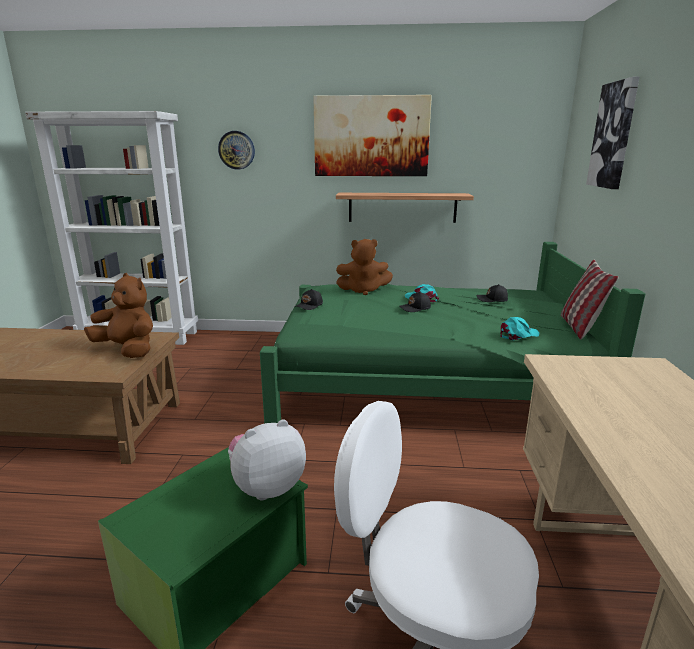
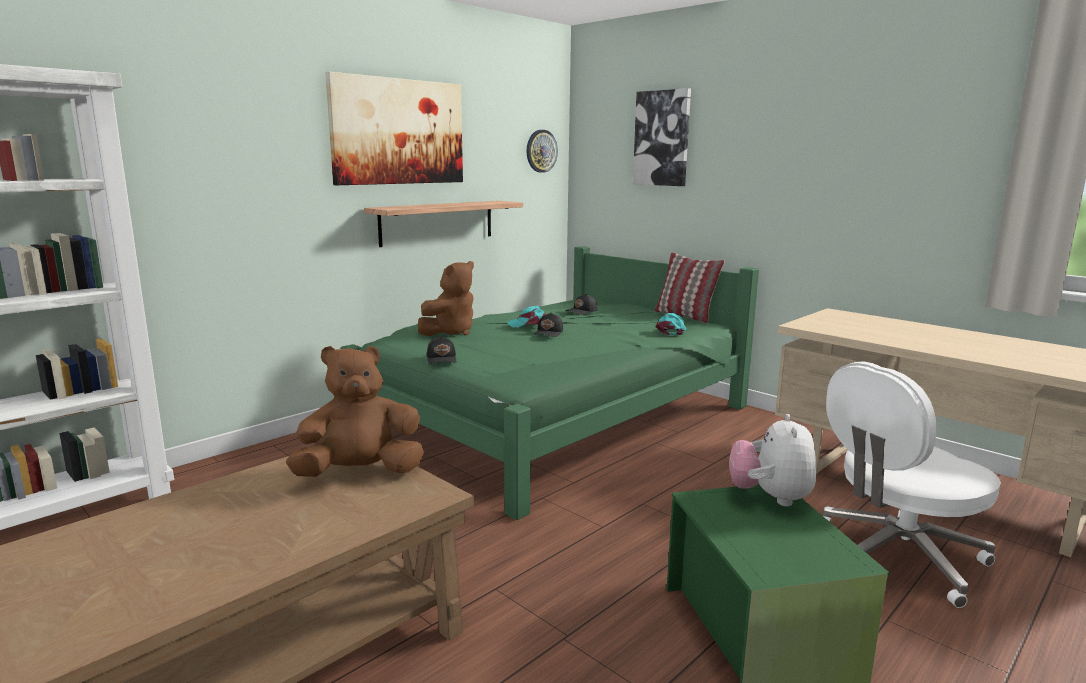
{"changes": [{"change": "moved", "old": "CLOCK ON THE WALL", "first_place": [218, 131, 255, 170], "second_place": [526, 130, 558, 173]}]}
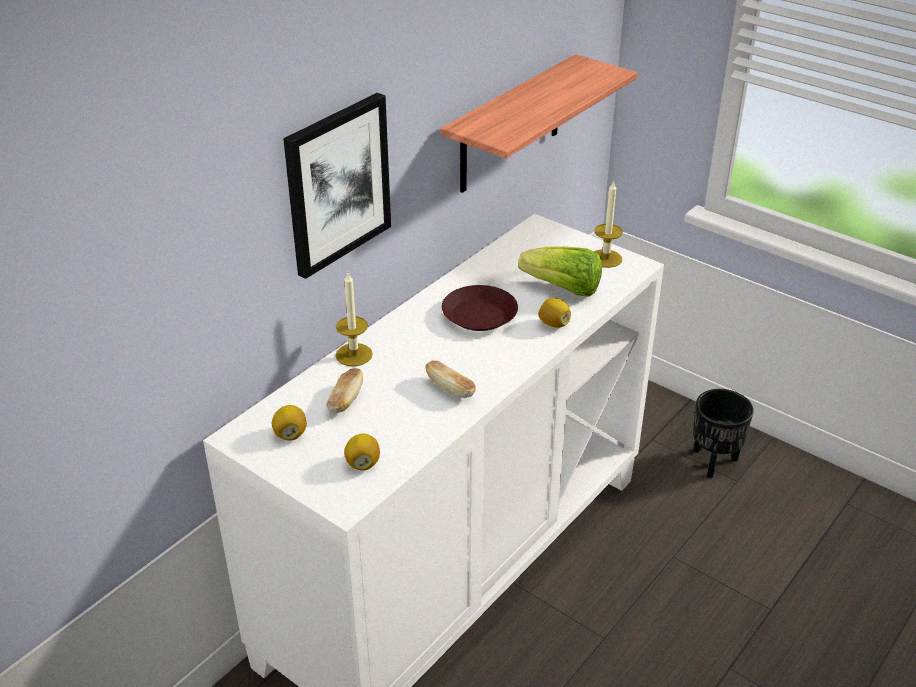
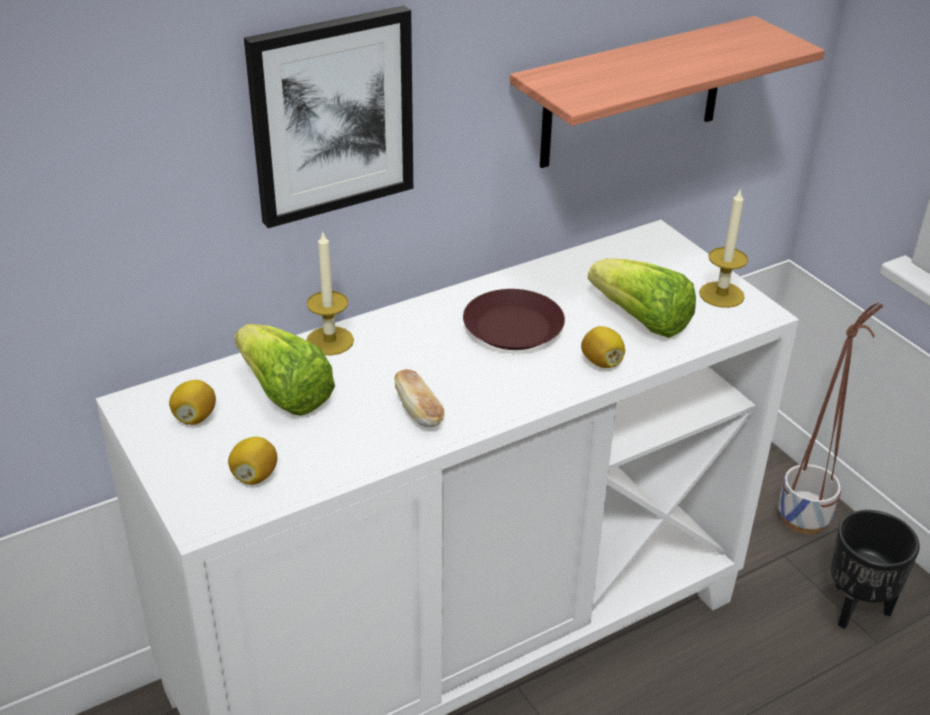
{"changes": [{"change": "added", "new": "PLANT POT", "second_place": [778, 302, 884, 534]}, {"change": "replaced", "old": "BAKED BREAD", "new": "LETTUCE", "first_place": [326, 368, 363, 413], "second_place": [234, 324, 335, 416]}]}
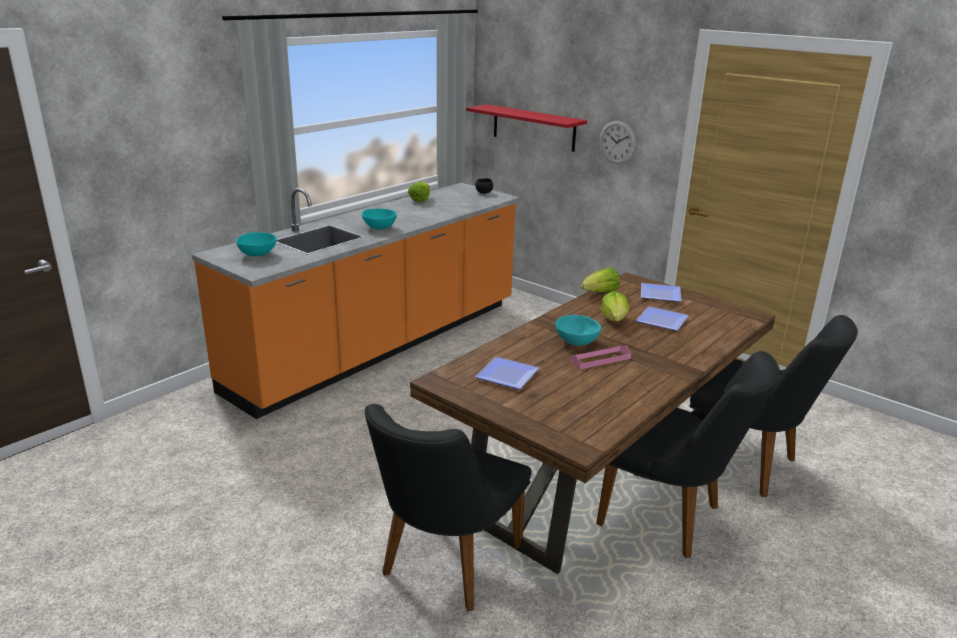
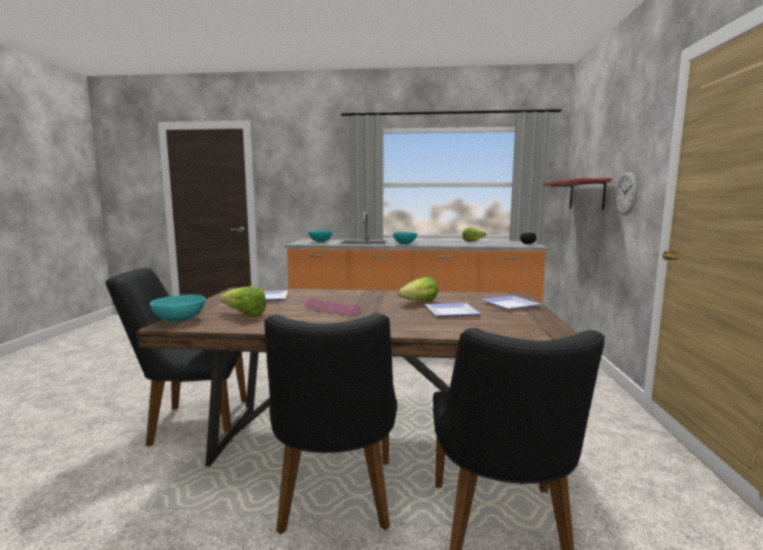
{"changes": [{"change": "moved", "old": "BLUE-GREEN DEEP DISH", "first_place": [555, 315, 601, 346], "second_place": [150, 295, 205, 322]}, {"change": "moved", "old": "LETTUCE", "first_place": [581, 268, 620, 293], "second_place": [219, 286, 266, 317]}]}
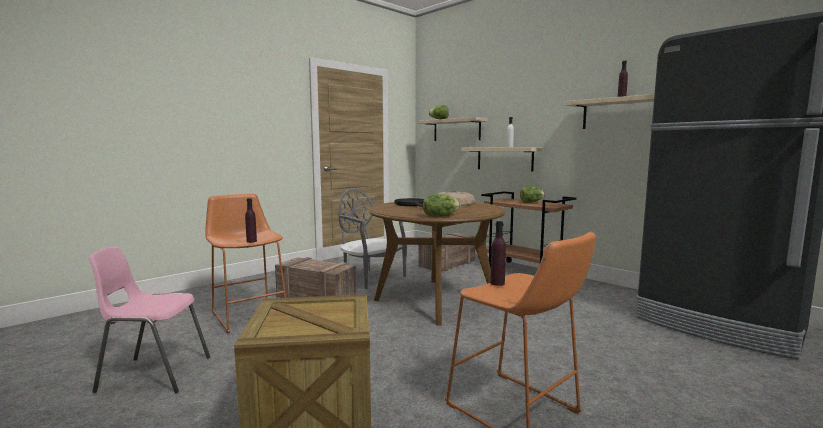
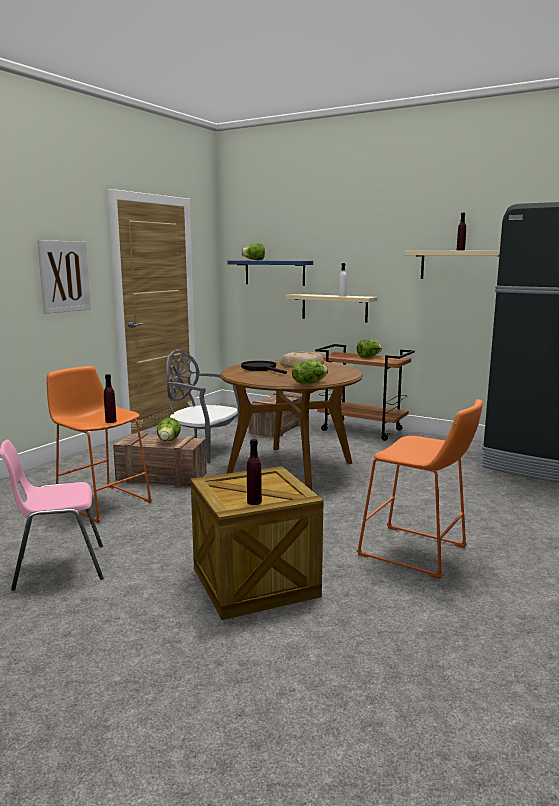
{"changes": [{"change": "added", "new": "WALL ART", "second_place": [37, 240, 91, 314]}, {"change": "added", "new": "LETTUCE", "second_place": [157, 418, 181, 442]}, {"change": "moved", "old": "PURPLE BOTTLE", "first_place": [490, 221, 506, 286], "second_place": [247, 439, 262, 505]}, {"change": "recoloured", "old": "BEIGE-COLOURED WALL SHELF", "new": "BLUE WALL SHELF", "first_place": [418, 117, 488, 141], "second_place": [227, 260, 313, 286]}]}
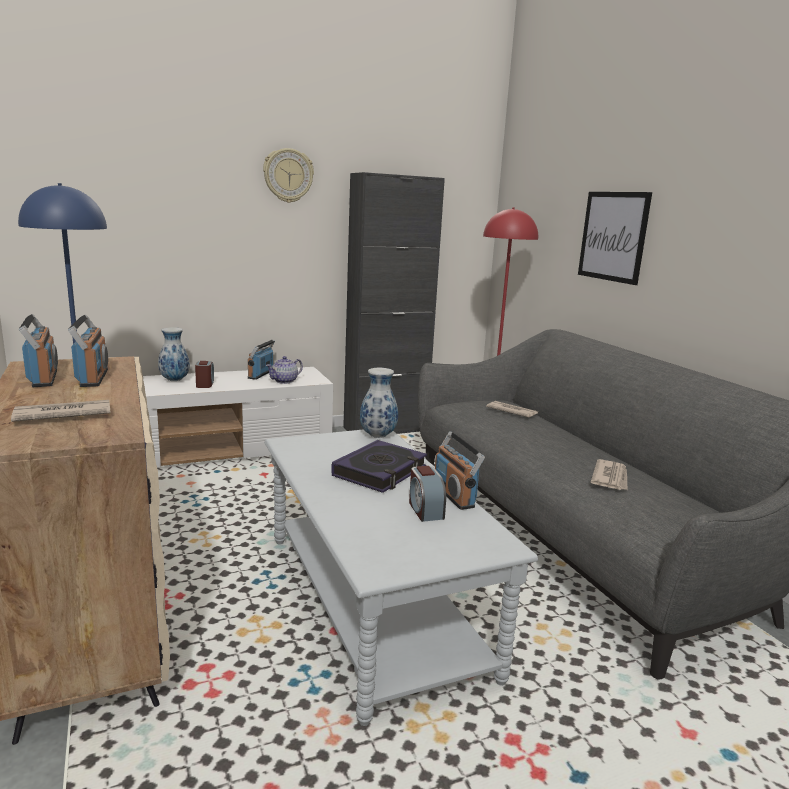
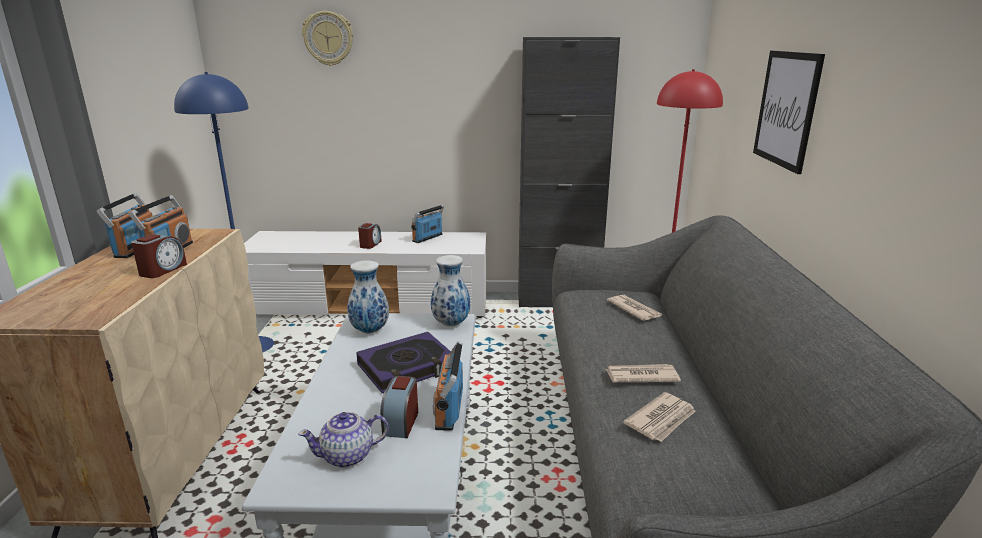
{"changes": [{"change": "added", "new": "TABLE CLOCK", "second_place": [131, 234, 187, 278]}, {"change": "moved", "old": "NEWSPAPER", "first_place": [11, 400, 111, 422], "second_place": [606, 364, 681, 383]}, {"change": "moved", "old": "VASE", "first_place": [158, 327, 190, 381], "second_place": [347, 260, 389, 333]}, {"change": "moved", "old": "CLOCK ON THE WALL", "first_place": [263, 148, 314, 203], "second_place": [302, 11, 353, 66]}, {"change": "moved", "old": "POT FOR TEA", "first_place": [266, 356, 303, 384], "second_place": [298, 412, 389, 468]}]}
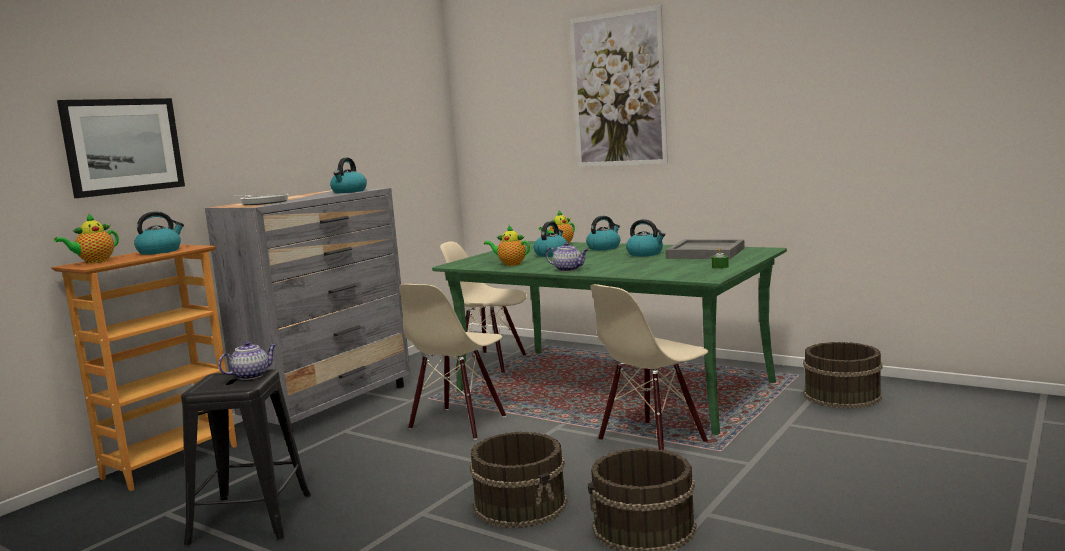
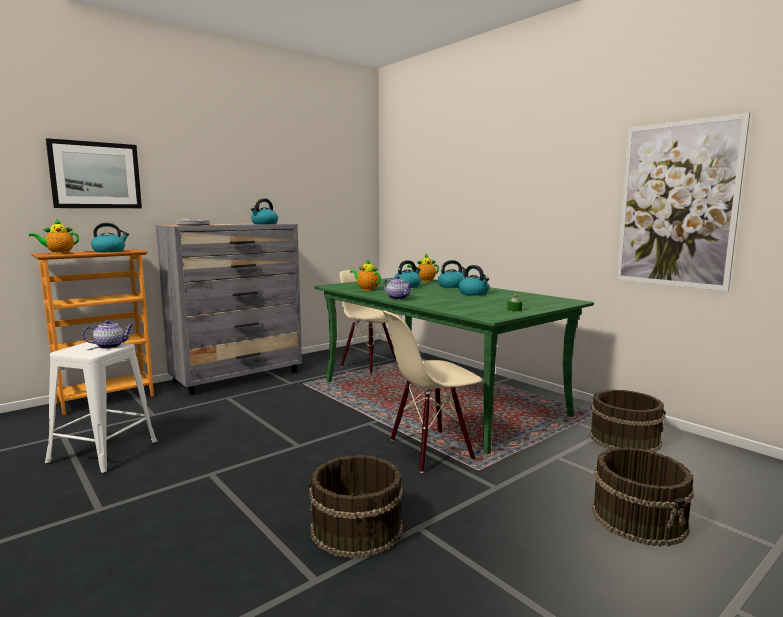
{"changes": [{"change": "removed", "old": "BEIGE-COLOURED CHAIR", "first_place": [399, 284, 506, 440]}, {"change": "removed", "old": "GREYISH TRAY", "first_place": [665, 240, 745, 259]}, {"change": "moved", "old": "BROWN BUCKET", "first_place": [470, 431, 568, 528], "second_place": [591, 447, 694, 547]}, {"change": "moved", "old": "WALL ART", "first_place": [569, 5, 668, 167], "second_place": [616, 112, 750, 291]}, {"change": "recoloured", "old": "BLACK-COLOURED STOOL", "new": "WHITE-COLOURED STOOL", "first_place": [181, 369, 311, 547], "second_place": [45, 342, 158, 474]}]}
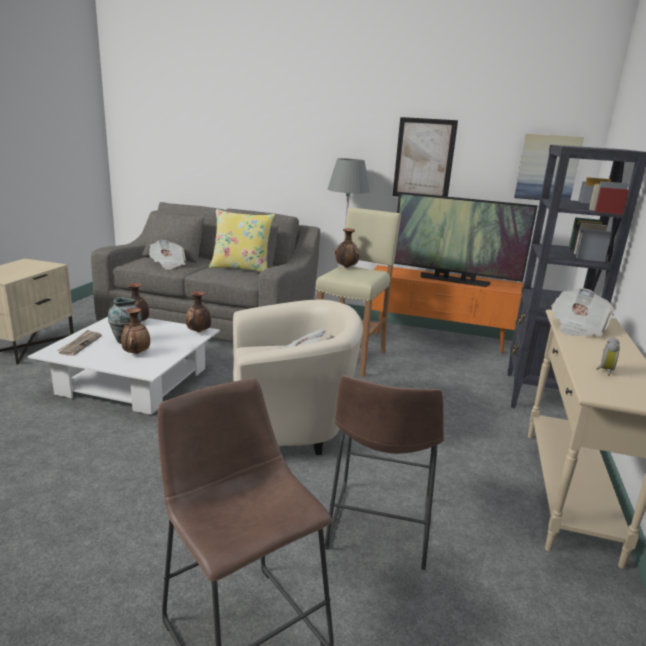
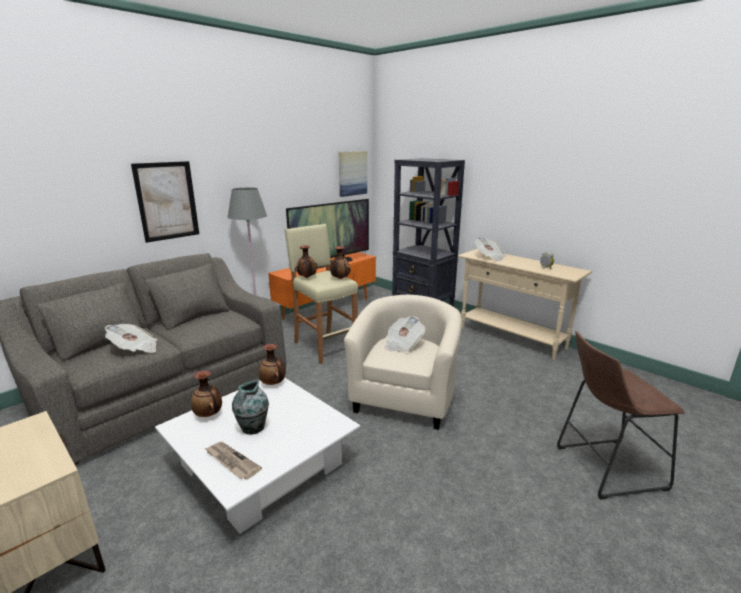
{"changes": [{"change": "removed", "old": "YELLOW CUSHION", "first_place": [209, 209, 275, 272]}, {"change": "removed", "old": "BROWN STOOL", "first_place": [325, 375, 444, 570]}, {"change": "moved", "old": "VASE", "first_place": [121, 308, 150, 354], "second_place": [330, 246, 351, 279]}, {"change": "moved", "old": "WALL ART", "first_place": [393, 117, 458, 197], "second_place": [131, 161, 199, 243]}]}
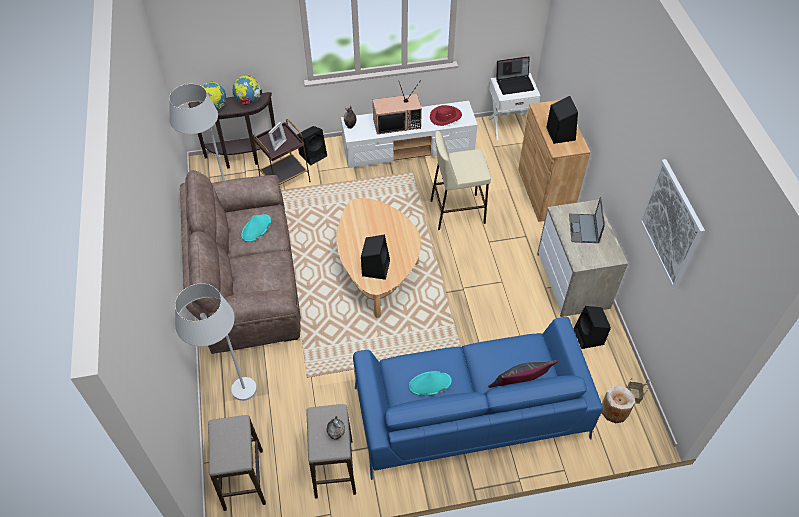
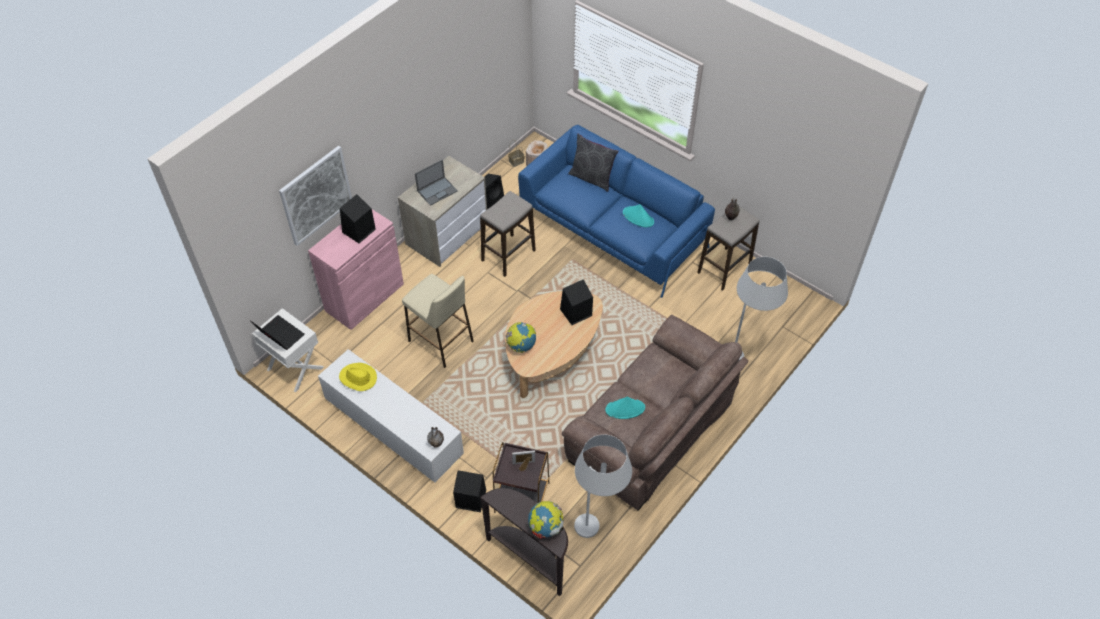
{"changes": [{"change": "removed", "old": "TELEVISION", "first_place": [373, 80, 422, 134]}, {"change": "moved", "old": "STOOL", "first_place": [208, 415, 266, 511], "second_place": [480, 191, 536, 277]}, {"change": "moved", "old": "DESK GLOBE", "first_place": [232, 75, 262, 105], "second_place": [505, 322, 536, 353]}, {"change": "moved", "old": "WALL ART", "first_place": [640, 159, 705, 289], "second_place": [279, 146, 352, 246]}, {"change": "recoloured", "old": "RED CLOTHING HAT", "new": "YELLOW CLOTHING HAT", "first_place": [430, 105, 462, 126], "second_place": [339, 363, 377, 391]}, {"change": "recoloured", "old": "BROWN STORAGE CABINET", "new": "PINK STORAGE CABINET", "first_place": [518, 100, 591, 222], "second_place": [308, 209, 404, 330]}]}
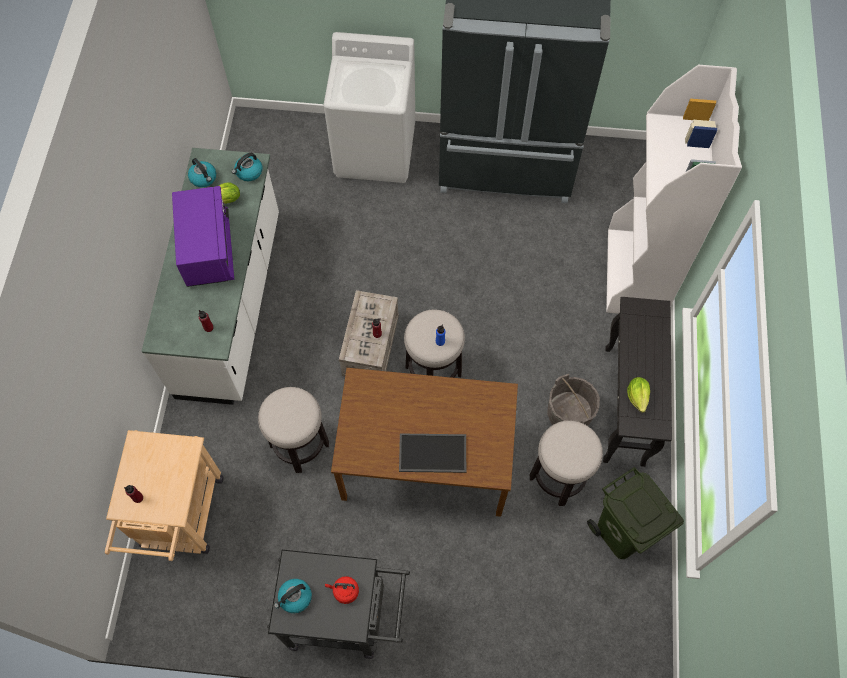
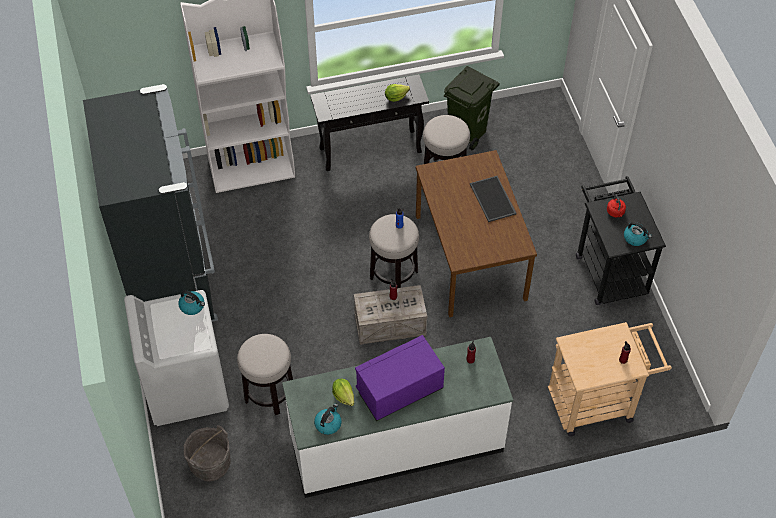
{"changes": [{"change": "moved", "old": "TEA KETTLE", "first_place": [232, 153, 262, 181], "second_place": [178, 290, 205, 315]}, {"change": "moved", "old": "STOOL", "first_place": [258, 387, 329, 473], "second_place": [237, 334, 293, 415]}, {"change": "moved", "old": "GREYISH BUCKET", "first_place": [547, 374, 600, 426], "second_place": [184, 425, 231, 482]}]}
